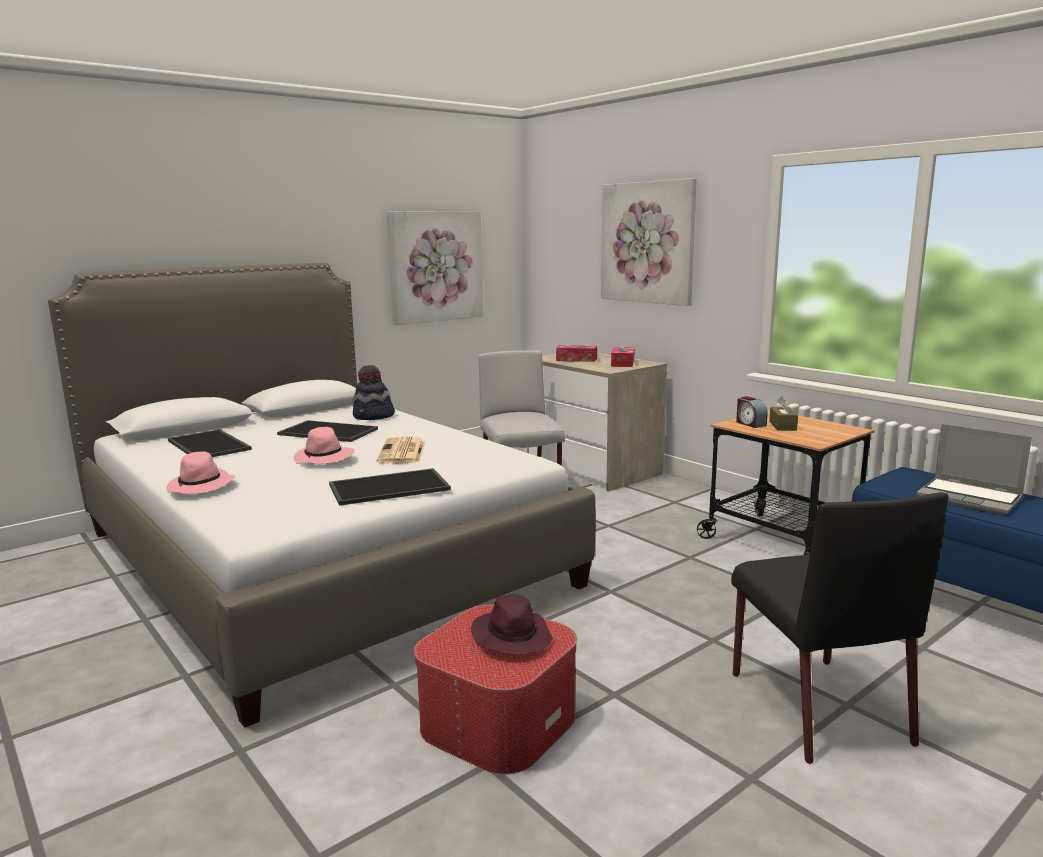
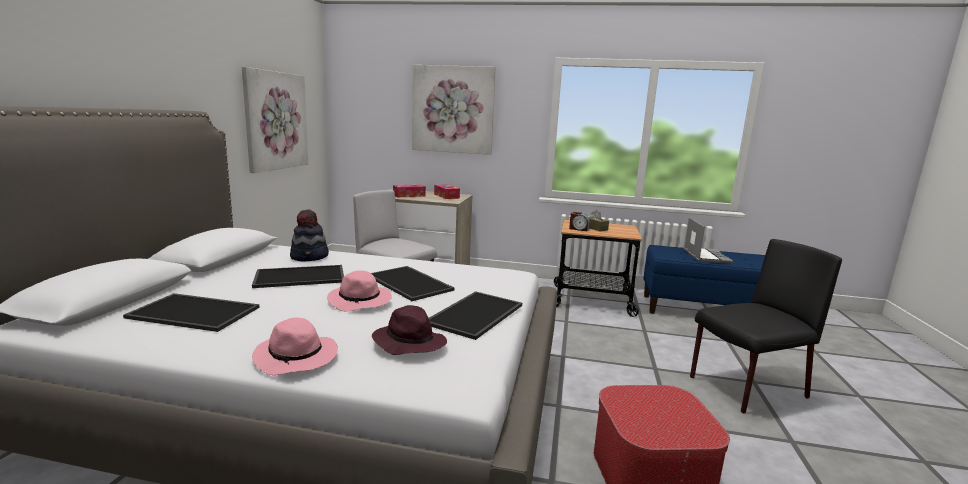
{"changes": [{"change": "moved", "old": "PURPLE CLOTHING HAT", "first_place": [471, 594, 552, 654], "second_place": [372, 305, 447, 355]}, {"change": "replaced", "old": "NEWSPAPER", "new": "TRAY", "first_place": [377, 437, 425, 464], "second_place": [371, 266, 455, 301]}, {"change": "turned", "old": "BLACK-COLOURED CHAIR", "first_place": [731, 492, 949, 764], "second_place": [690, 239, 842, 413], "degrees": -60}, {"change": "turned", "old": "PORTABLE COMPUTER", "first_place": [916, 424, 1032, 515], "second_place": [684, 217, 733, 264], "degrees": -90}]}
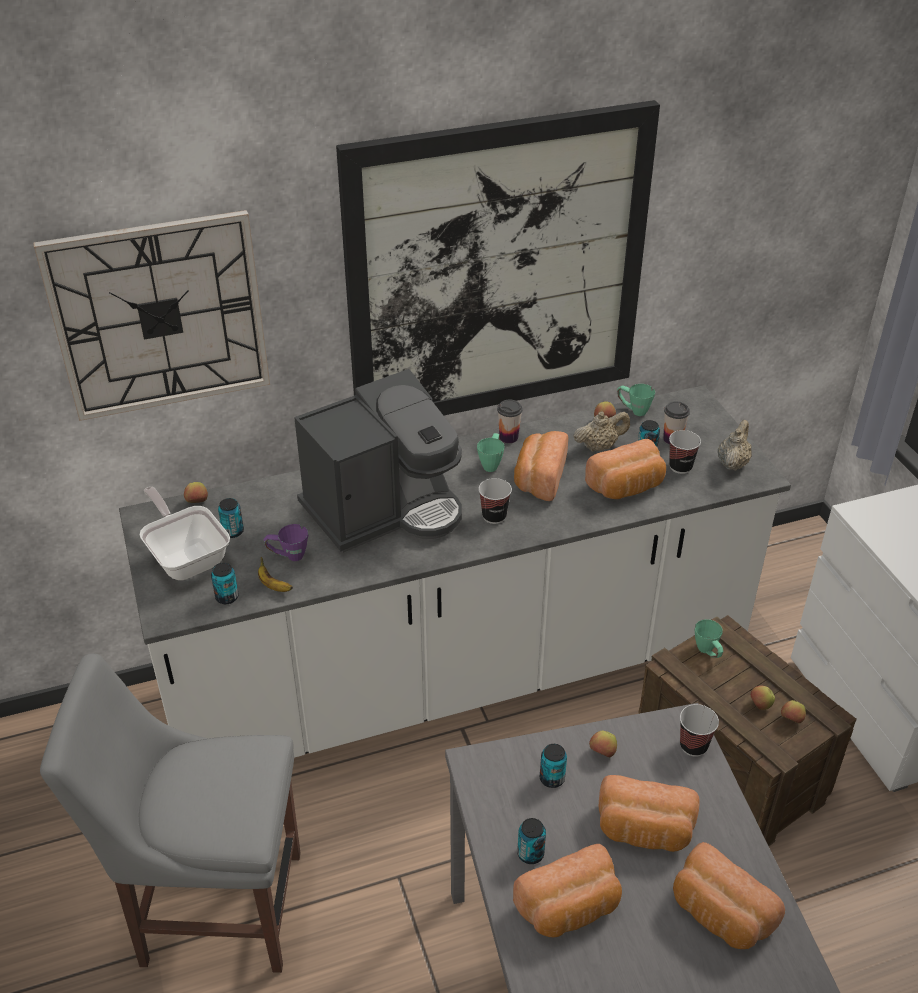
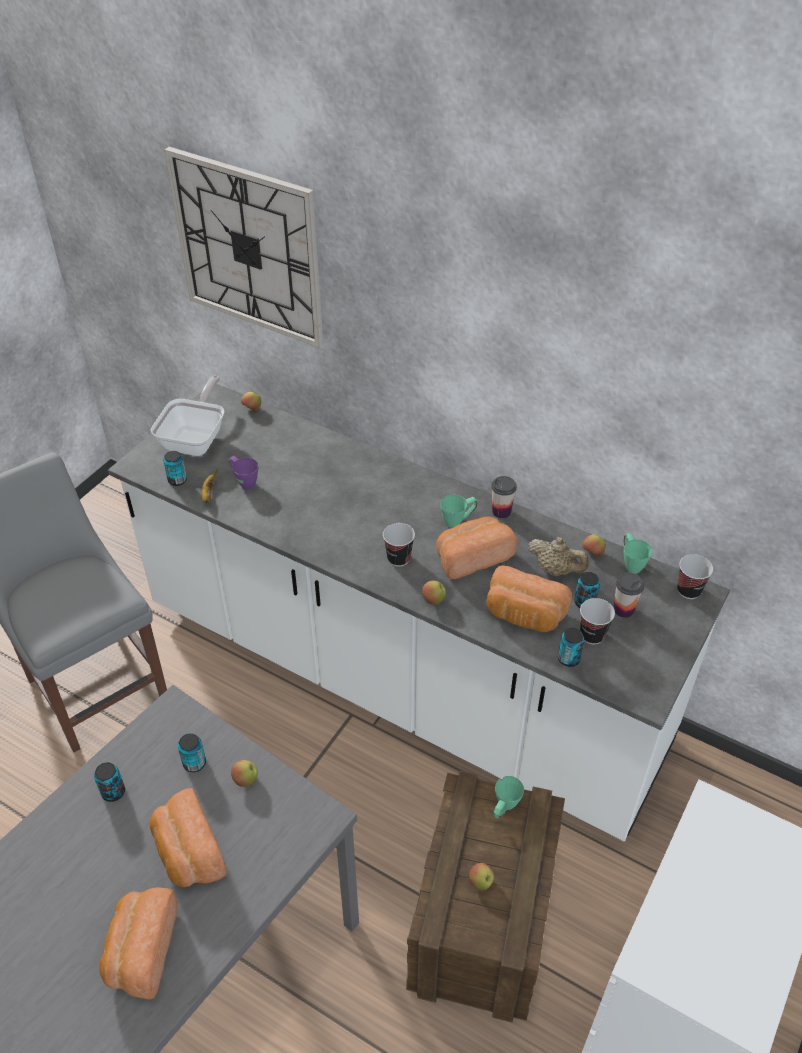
{"changes": [{"change": "removed", "old": "COFFEE MAKER", "first_place": [294, 369, 462, 553]}, {"change": "removed", "old": "WALL ART", "first_place": [336, 100, 660, 416]}, {"change": "removed", "old": "BAKED BREAD", "first_place": [513, 844, 622, 937]}, {"change": "removed", "old": "BEIGE-COLOURED POT FOR TEA", "first_place": [718, 420, 752, 471]}, {"change": "moved", "old": "CAN", "first_place": [218, 498, 244, 538], "second_place": [558, 628, 584, 667]}, {"change": "moved", "old": "DRINKING CUP", "first_place": [680, 704, 719, 757], "second_place": [677, 554, 713, 599]}, {"change": "moved", "old": "WHOLE APPLE", "first_place": [781, 700, 806, 724], "second_place": [422, 580, 446, 605]}]}
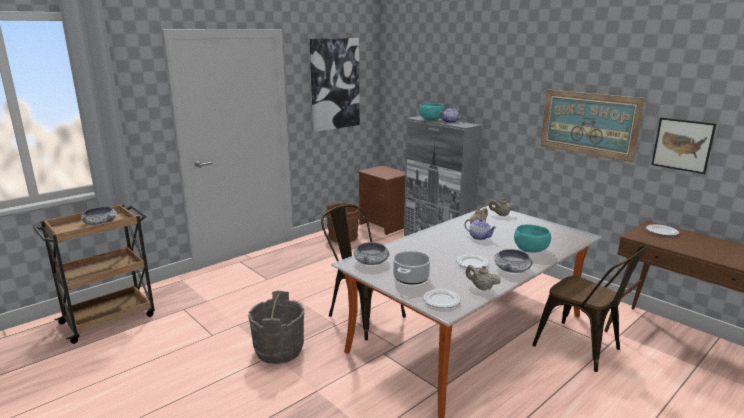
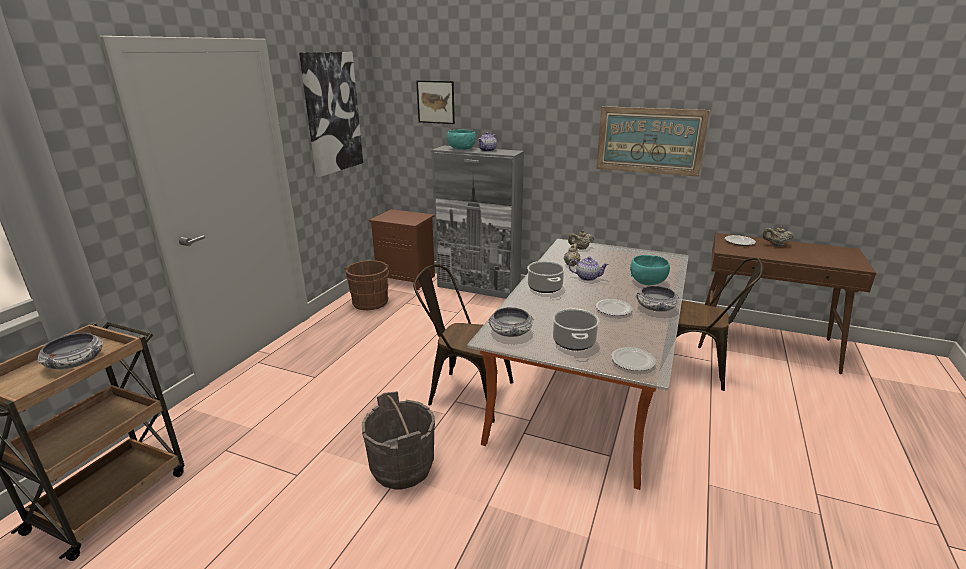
{"changes": [{"change": "added", "new": "STOCKPOT", "second_place": [527, 261, 565, 293]}, {"change": "moved", "old": "BEIGE-COLOURED POT FOR TEA", "first_place": [466, 265, 501, 291], "second_place": [762, 226, 794, 247]}, {"change": "moved", "old": "WALL ART", "first_place": [651, 118, 716, 174], "second_place": [416, 80, 455, 124]}]}
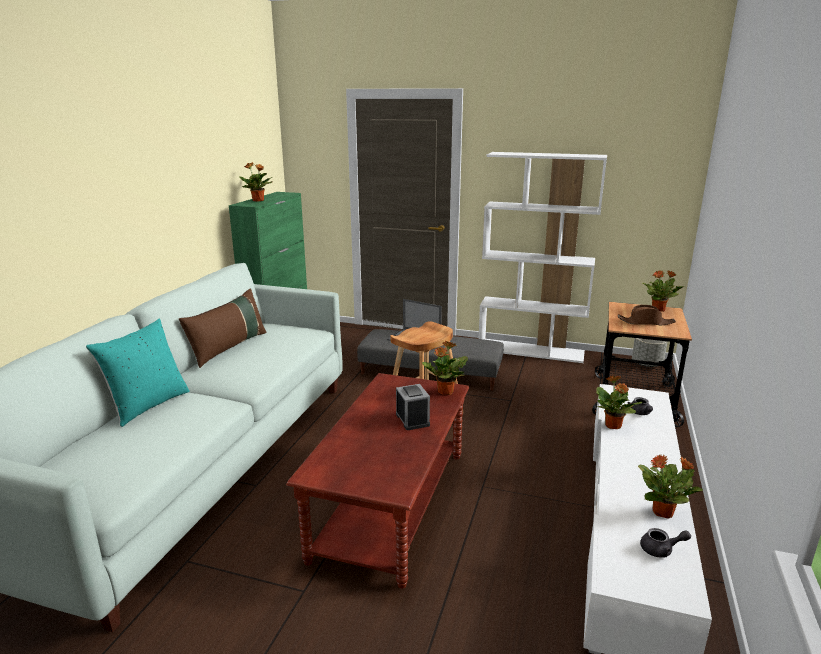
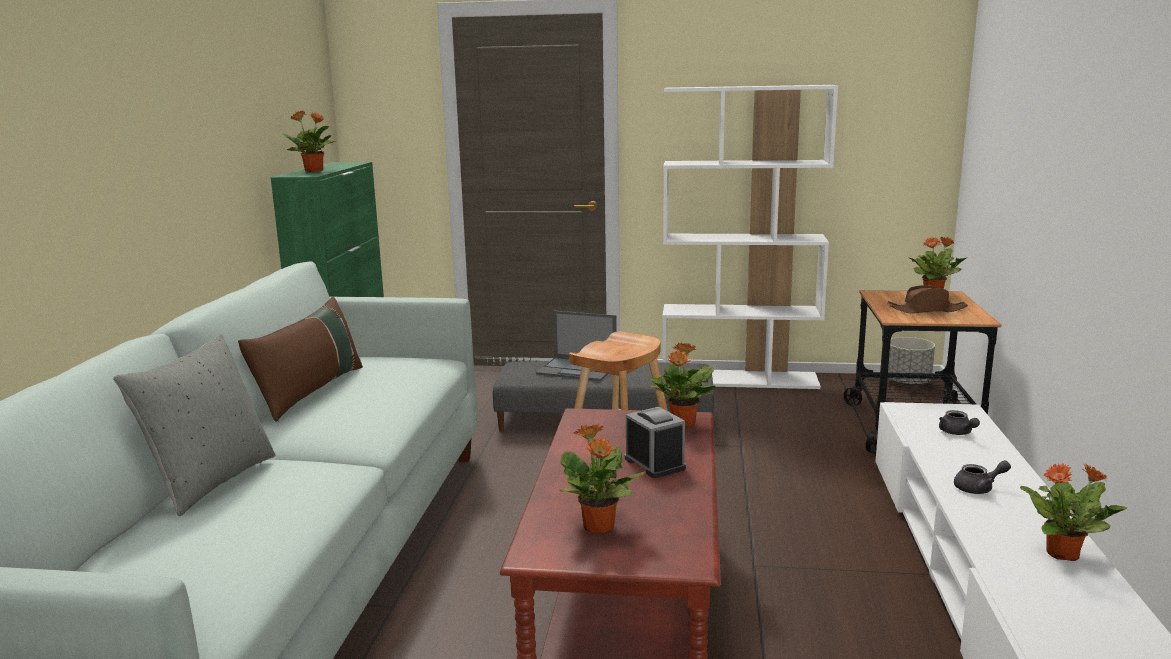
{"changes": [{"change": "moved", "old": "HOUSEPLANT", "first_place": [596, 375, 642, 429], "second_place": [560, 425, 645, 533]}, {"change": "moved", "old": "GREYISH POT FOR TEA", "first_place": [640, 528, 691, 558], "second_place": [954, 460, 1011, 494]}, {"change": "recoloured", "old": "BLUE-GREEN CUSHION", "new": "GREYISH CUSHION", "first_place": [86, 318, 190, 427], "second_place": [113, 334, 275, 516]}]}
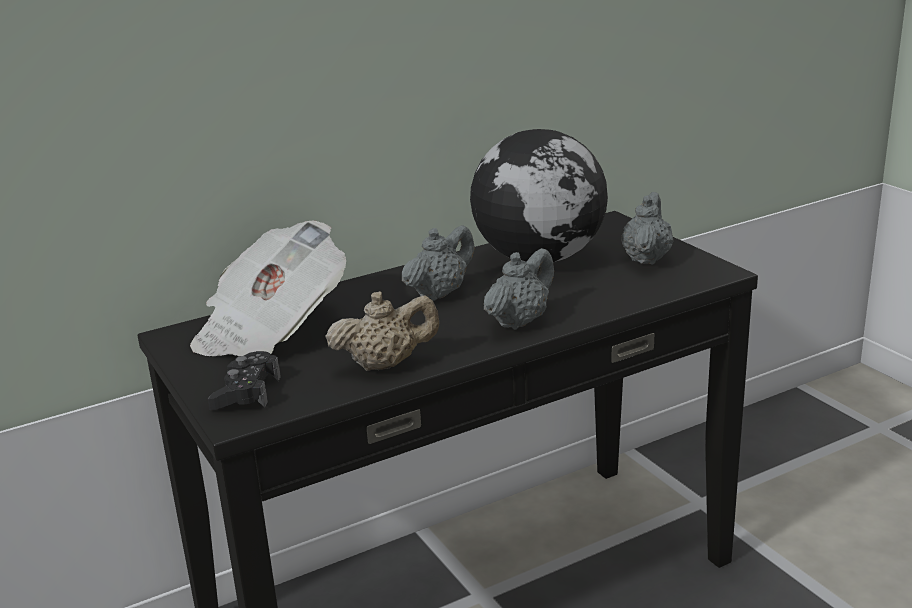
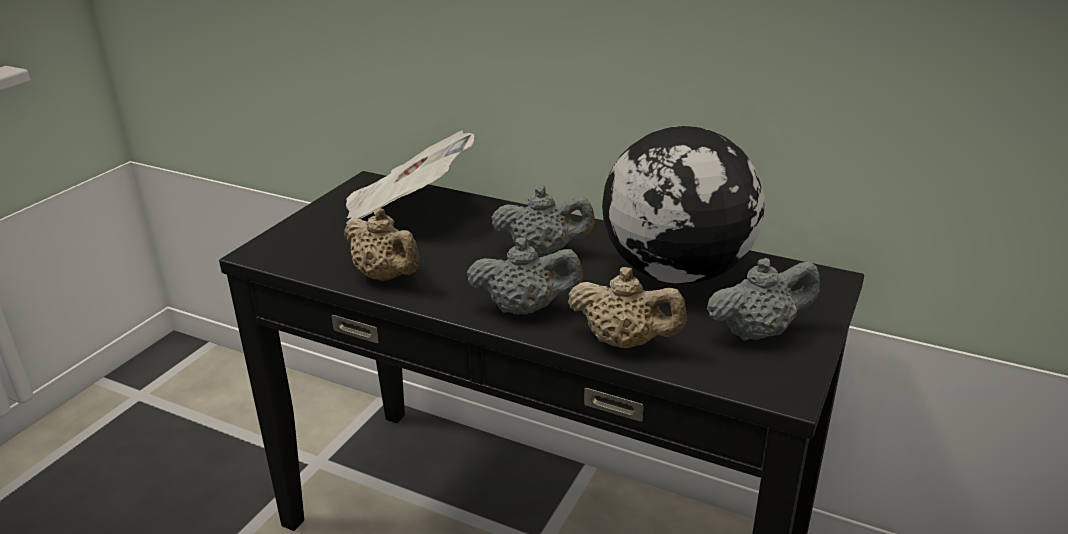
{"changes": [{"change": "removed", "old": "BLACK-COLOURED JOYPAD", "first_place": [208, 351, 281, 410]}, {"change": "added", "new": "BEIGE-COLOURED POT FOR TEA", "second_place": [568, 267, 687, 349]}]}
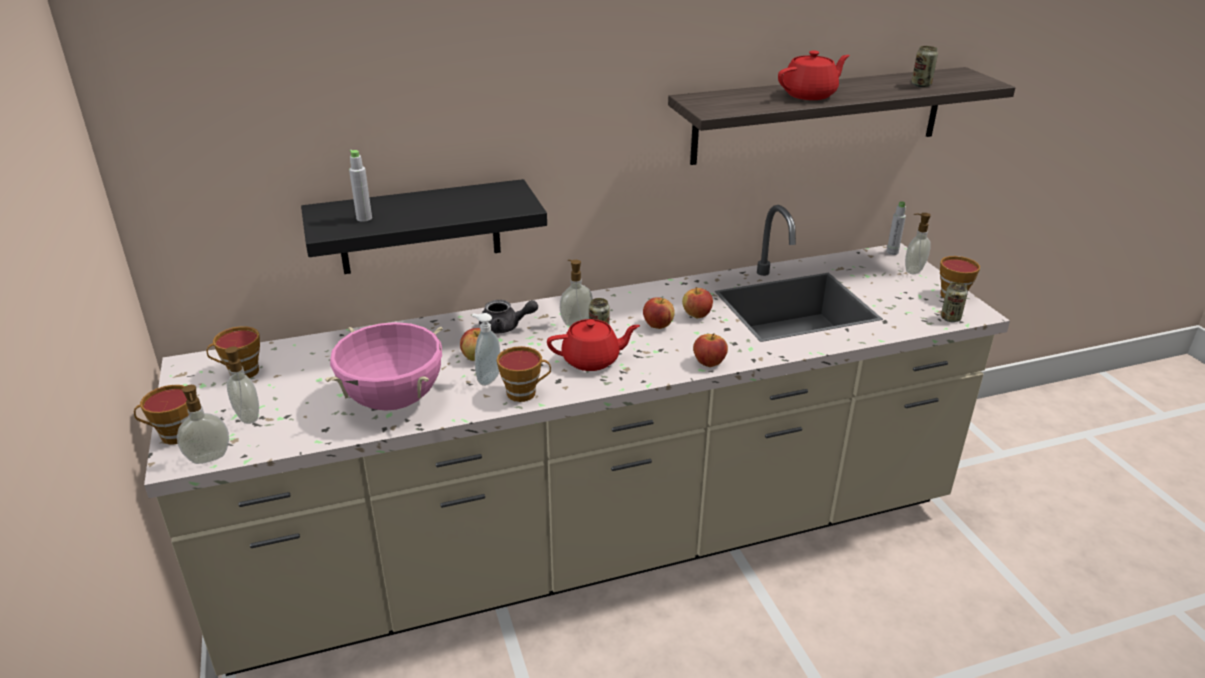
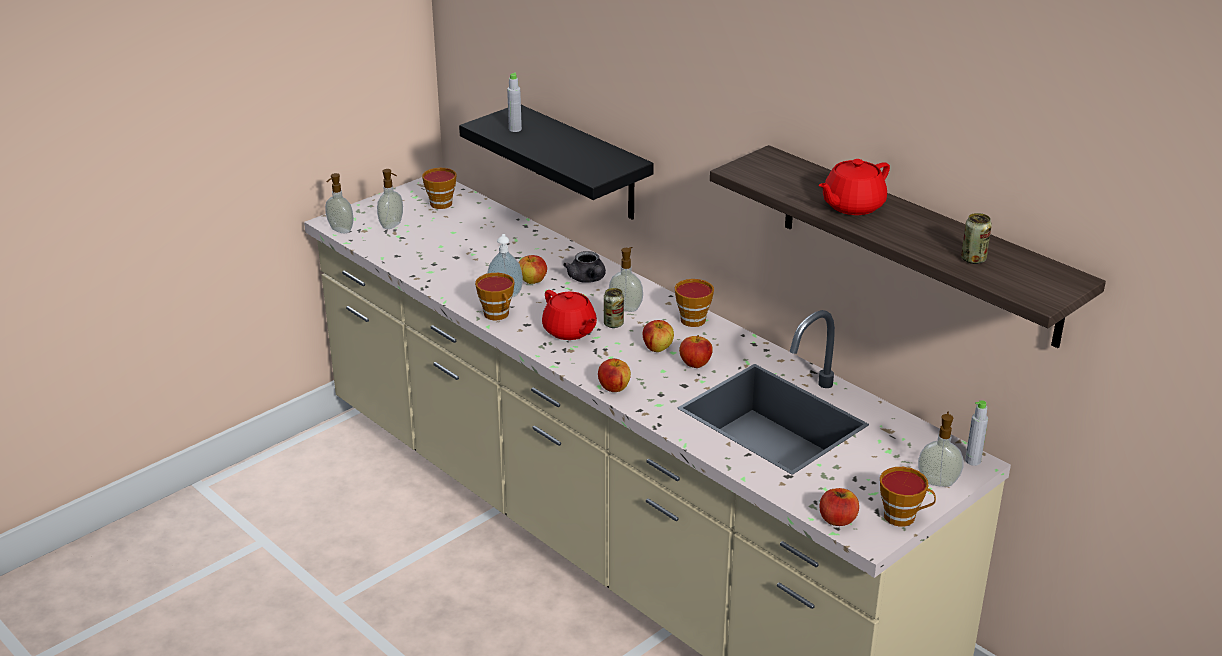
{"changes": [{"change": "removed", "old": "PINK STOCKPOT", "first_place": [325, 322, 443, 411]}, {"change": "moved", "old": "DRINKING CUP", "first_place": [134, 385, 189, 445], "second_place": [675, 279, 714, 327]}, {"change": "replaced", "old": "CAN", "new": "WHOLE APPLE", "first_place": [941, 282, 968, 322], "second_place": [820, 488, 859, 526]}, {"change": "turned", "old": "RED POT FOR TEA", "first_place": [778, 50, 850, 100], "second_place": [818, 159, 890, 215], "degrees": 105}]}
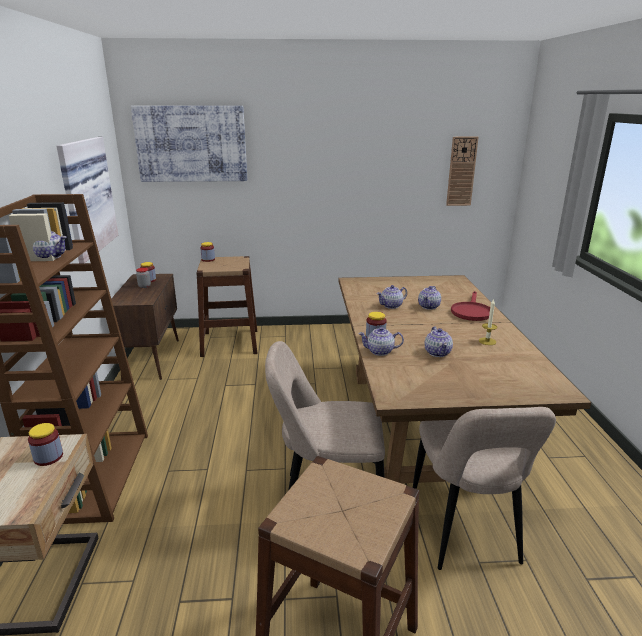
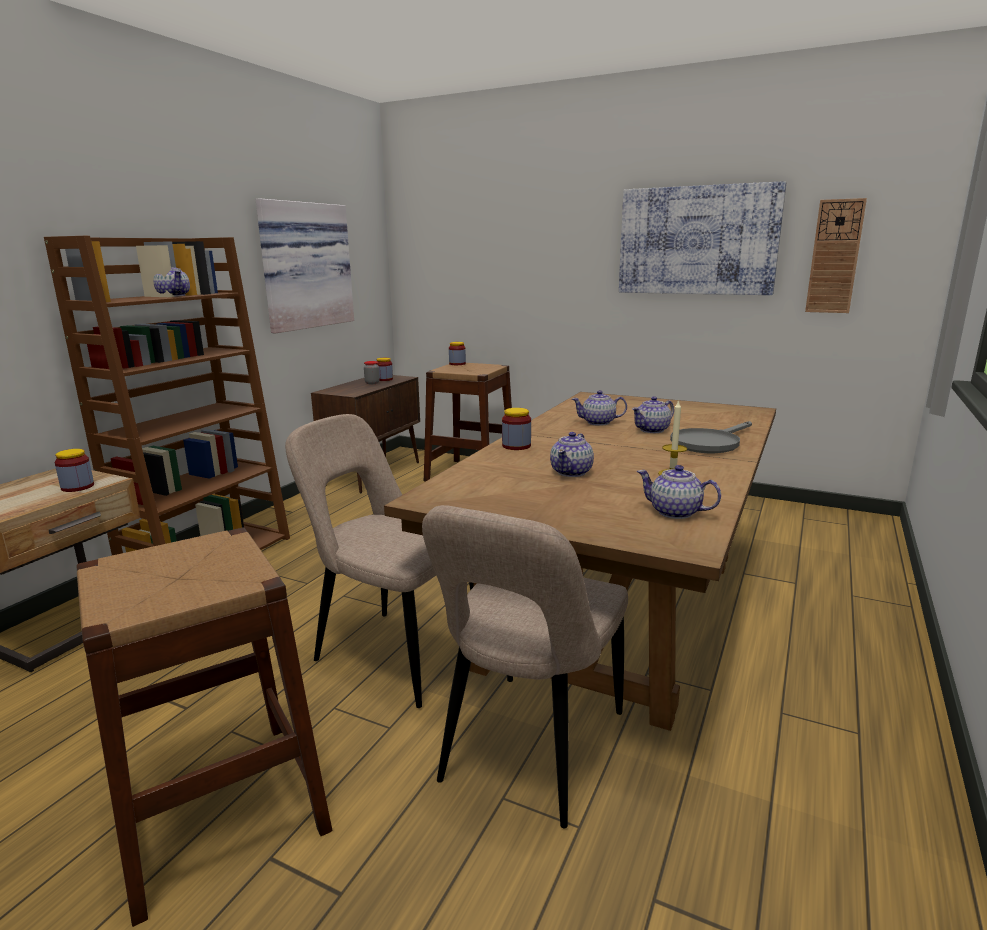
{"changes": [{"change": "moved", "old": "WALL ART", "first_place": [131, 106, 247, 182], "second_place": [619, 181, 786, 295]}, {"change": "moved", "old": "POT FOR TEA", "first_place": [358, 327, 404, 356], "second_place": [637, 465, 721, 519]}, {"change": "recoloured", "old": "RED FRYING PAN", "new": "GREYISH FRYING PAN", "first_place": [451, 291, 490, 321], "second_place": [670, 421, 752, 453]}]}
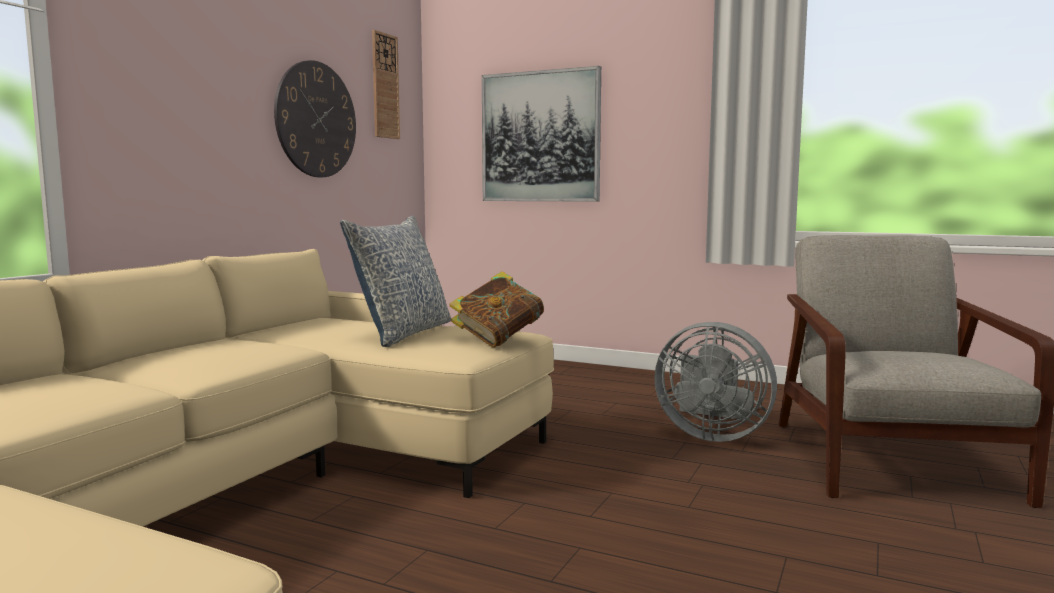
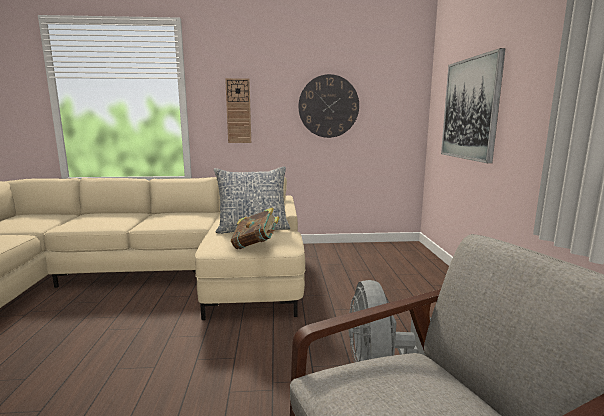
{"changes": [{"change": "moved", "old": "CLOCK ON THE WALL", "first_place": [372, 30, 400, 139], "second_place": [225, 78, 251, 143]}]}
